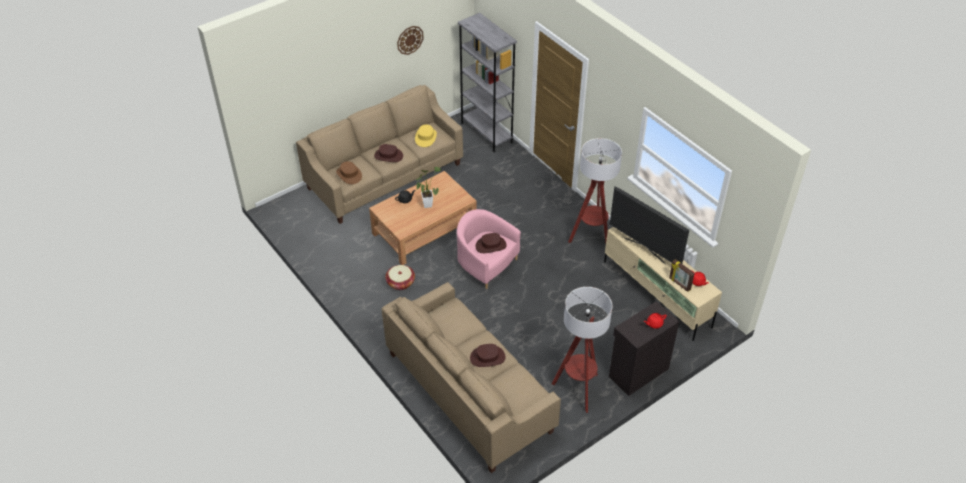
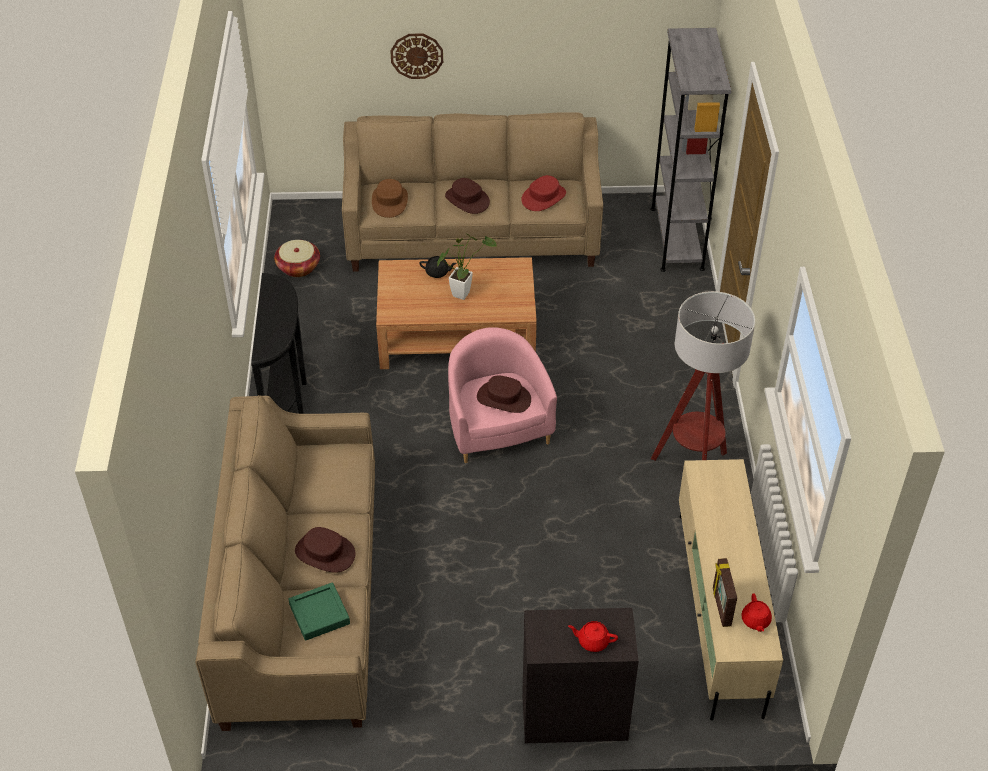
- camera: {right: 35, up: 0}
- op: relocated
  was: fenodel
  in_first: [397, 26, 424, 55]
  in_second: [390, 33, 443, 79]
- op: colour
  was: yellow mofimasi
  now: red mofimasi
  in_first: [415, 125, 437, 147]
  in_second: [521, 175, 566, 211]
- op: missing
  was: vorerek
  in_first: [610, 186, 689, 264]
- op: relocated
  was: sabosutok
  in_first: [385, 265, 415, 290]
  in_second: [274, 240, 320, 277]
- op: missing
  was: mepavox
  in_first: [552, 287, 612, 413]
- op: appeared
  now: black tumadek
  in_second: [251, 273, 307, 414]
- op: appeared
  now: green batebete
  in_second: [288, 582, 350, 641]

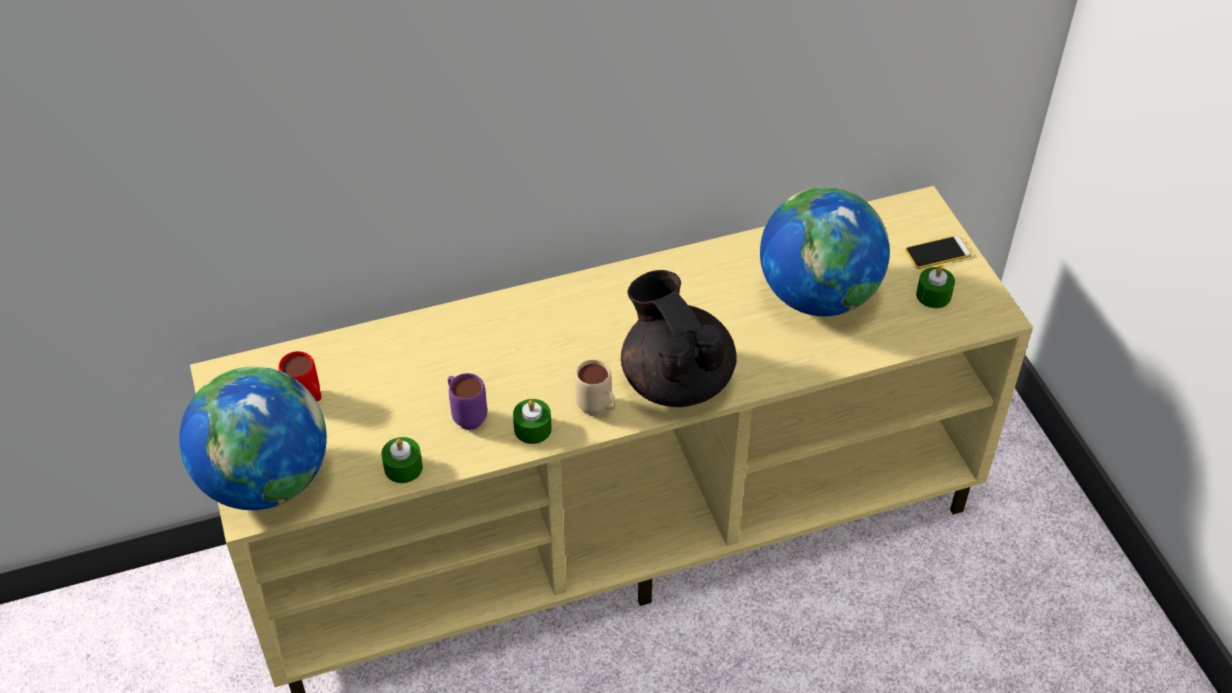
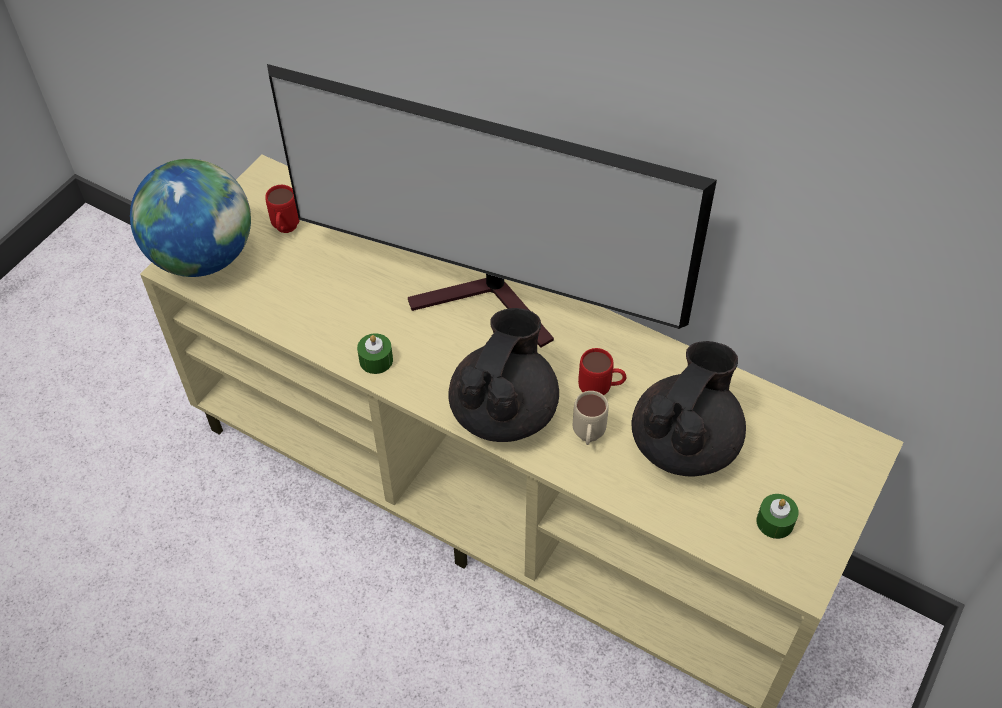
- camera: {right: 50, up: 5}
- op: exchanged
  was: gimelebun
  now: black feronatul
  in_first: [760, 187, 890, 316]
  in_second: [631, 341, 746, 476]
- op: missing
  was: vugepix
  in_first: [905, 236, 971, 269]
- op: relocated
  was: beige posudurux
  in_first: [575, 359, 616, 416]
  in_second: [573, 391, 609, 445]
- op: missing
  was: purple posudurux
  in_first: [448, 373, 487, 430]
- op: missing
  was: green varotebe
  in_first: [381, 437, 423, 483]
- op: appeared
  now: vorerek
  in_second: [267, 64, 717, 348]
- op: appeared
  now: red posudurux
  in_second: [578, 348, 626, 395]

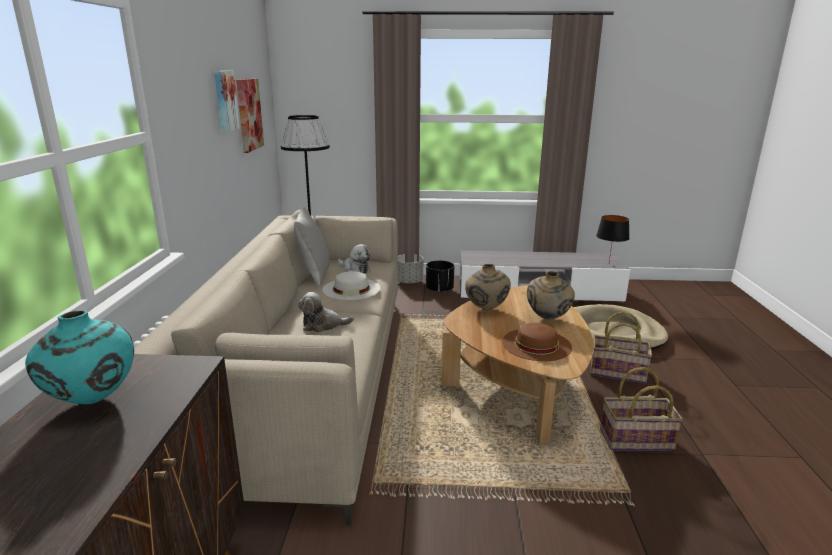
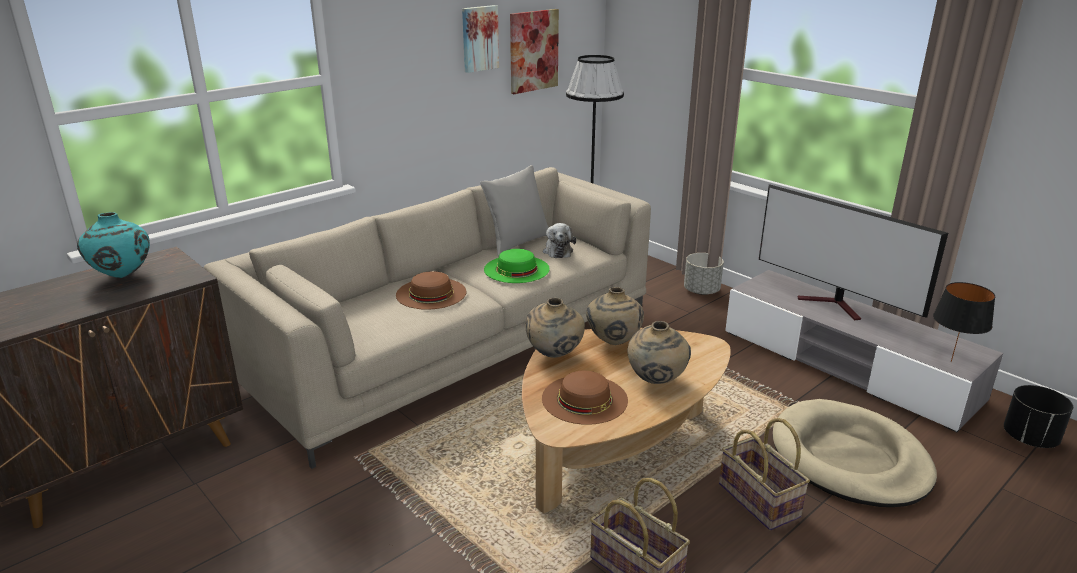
- camera: {right: 45, up: 5}
- op: relocated
  was: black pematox
  in_first: [426, 261, 454, 292]
  in_second: [1004, 385, 1073, 448]
- op: colour
  was: white mofimasi
  now: green mofimasi
  in_first: [322, 271, 381, 300]
  in_second: [484, 249, 550, 283]
- op: exchanged
  was: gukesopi
  now: brown mofimasi
  in_first: [298, 292, 354, 332]
  in_second: [396, 271, 466, 310]
- op: appeared
  now: vorerek
  in_second: [759, 184, 948, 320]
- op: appeared
  now: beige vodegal
  in_second: [525, 298, 585, 358]

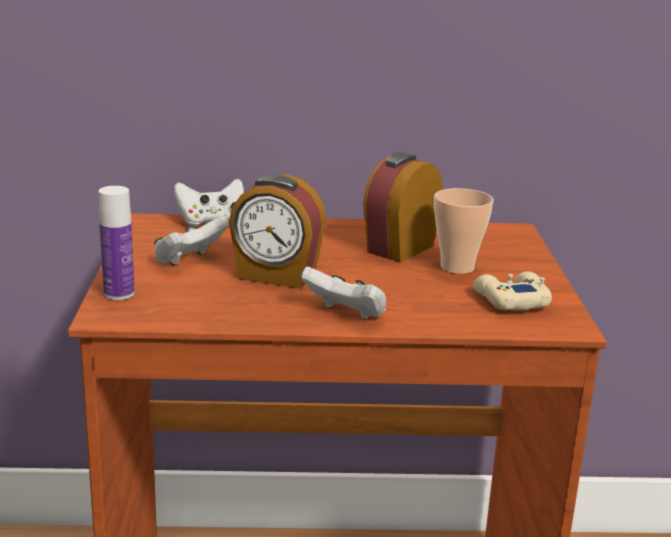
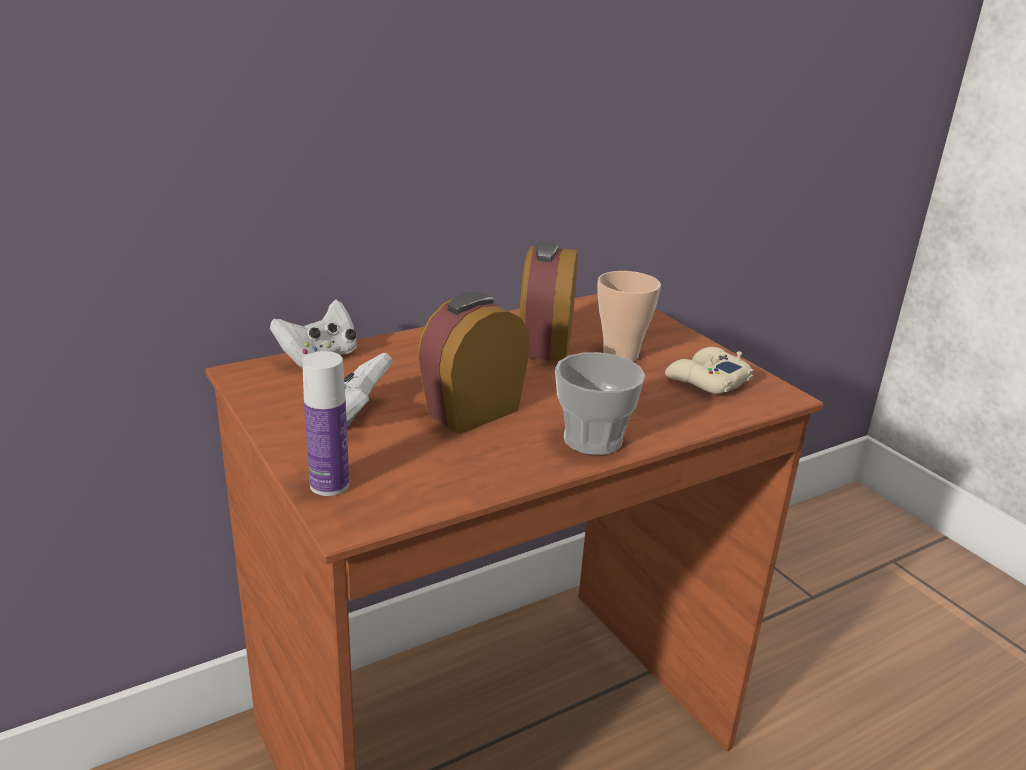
- camera: {right: -30, up: 5}
- op: spun
  was: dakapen
  in_first: [229, 174, 326, 289]
  in_second: [417, 292, 530, 435]
  clockwise: 150
- op: exchanged
  was: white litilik
  now: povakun
  in_first: [301, 266, 386, 320]
  in_second: [555, 352, 645, 455]

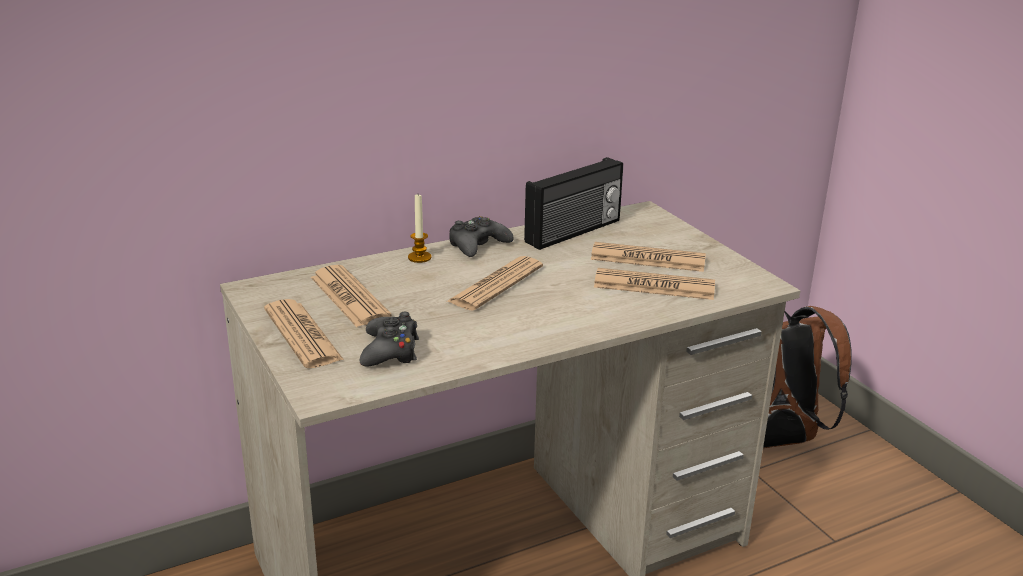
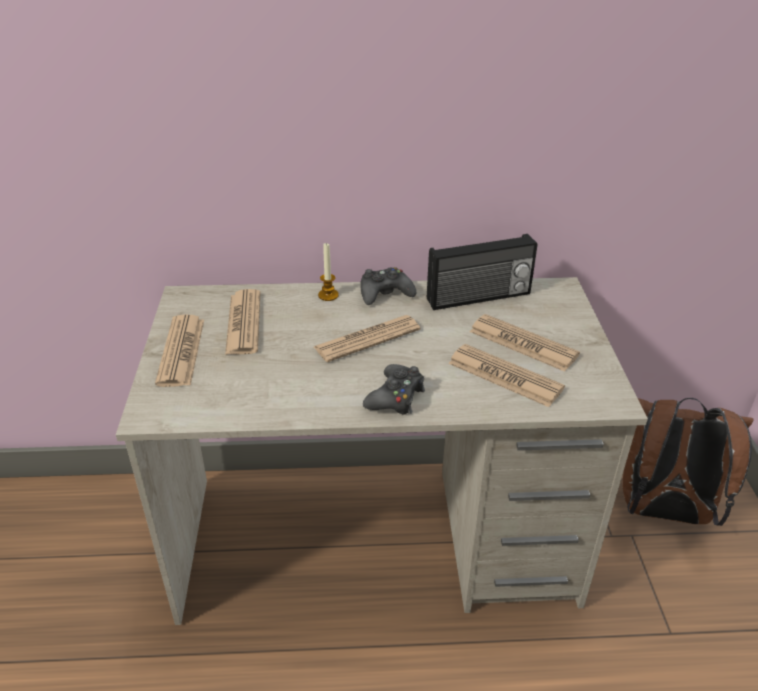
- camera: {right: 25, up: 10}
- op: relocated
  was: black litilik
  in_first: [360, 311, 419, 367]
  in_second: [363, 364, 425, 415]

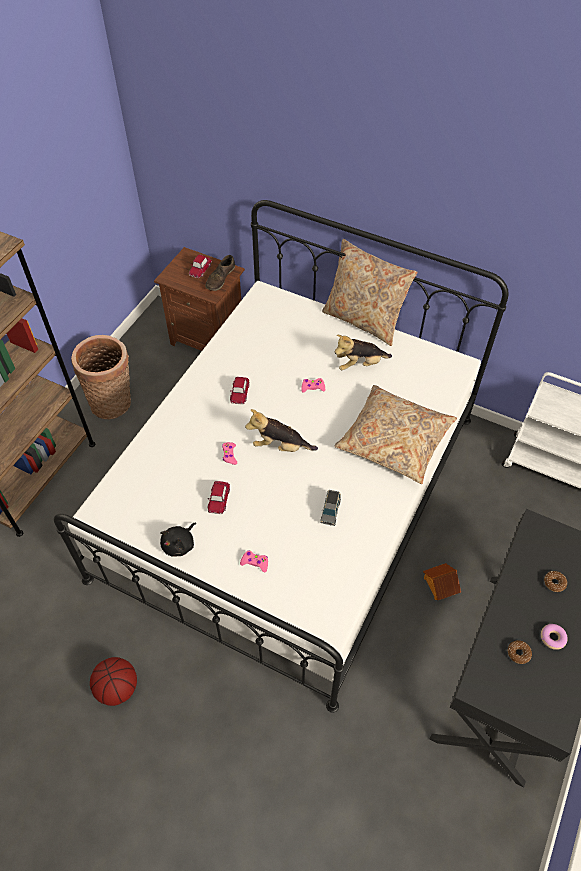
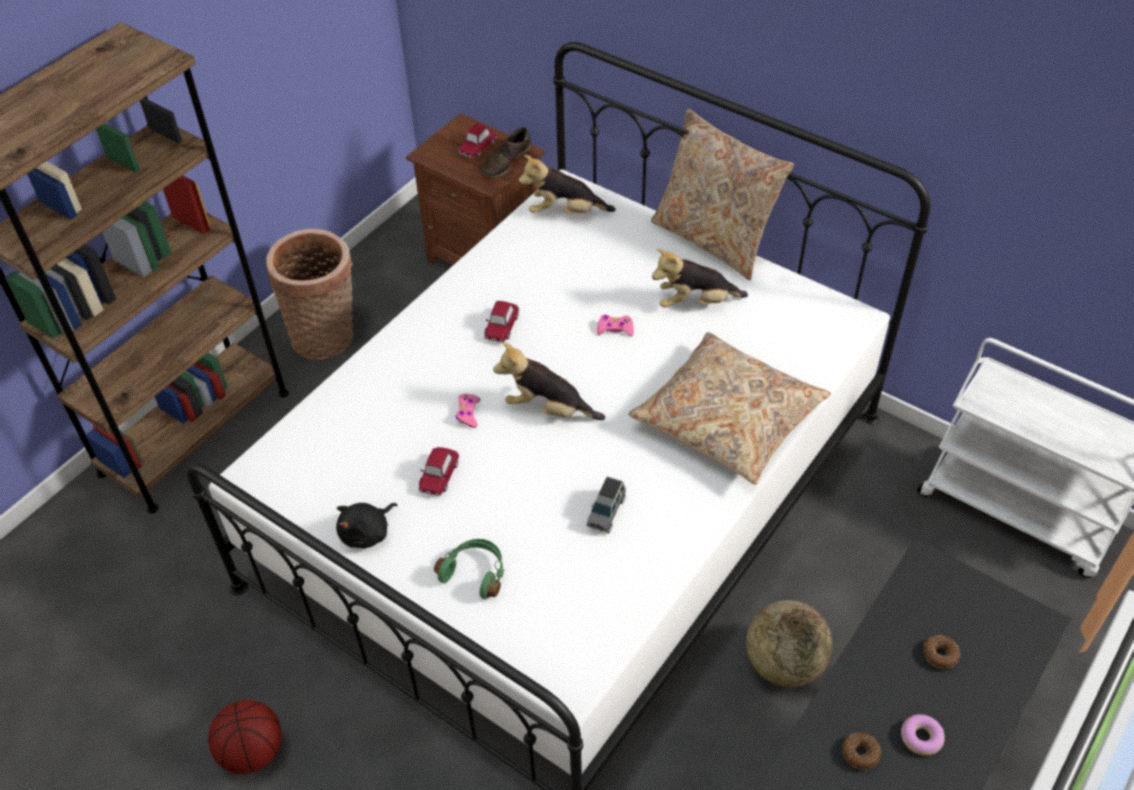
- camera: {right: 10, up: -5}
- op: exchanged
  was: pink litilik
  now: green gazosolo
  in_first: [240, 550, 268, 572]
  in_second: [434, 539, 504, 599]
- op: exchanged
  was: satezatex
  now: gimelebun
  in_first: [423, 563, 461, 600]
  in_second: [746, 600, 833, 687]
- op: appeared
  now: gukesopi
  in_second: [519, 155, 615, 213]

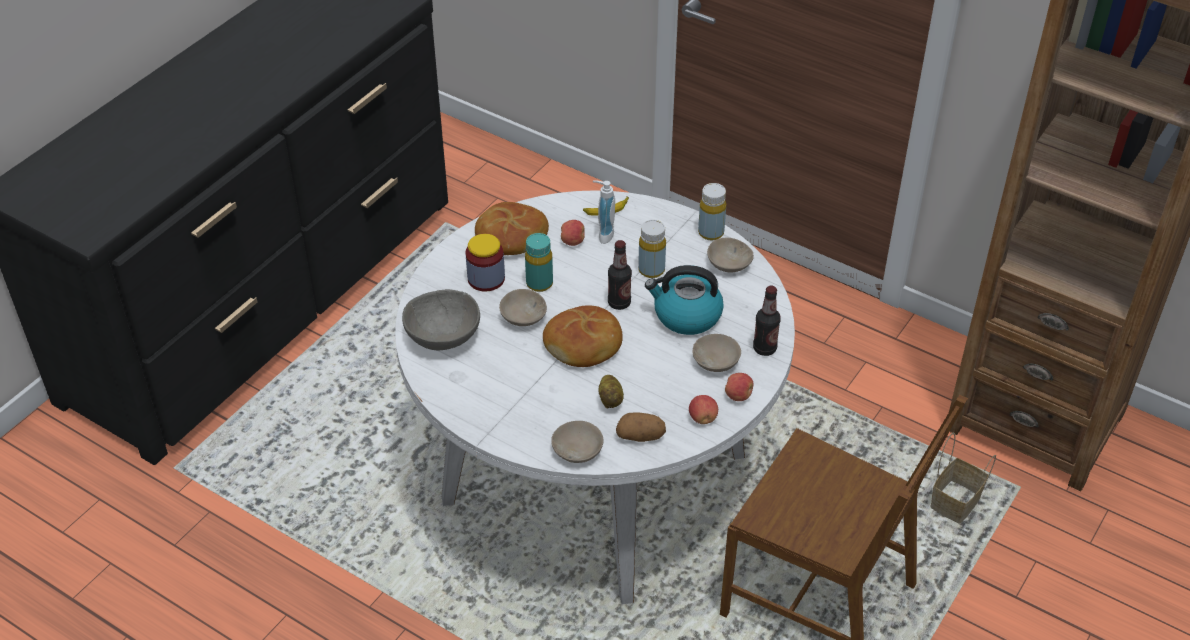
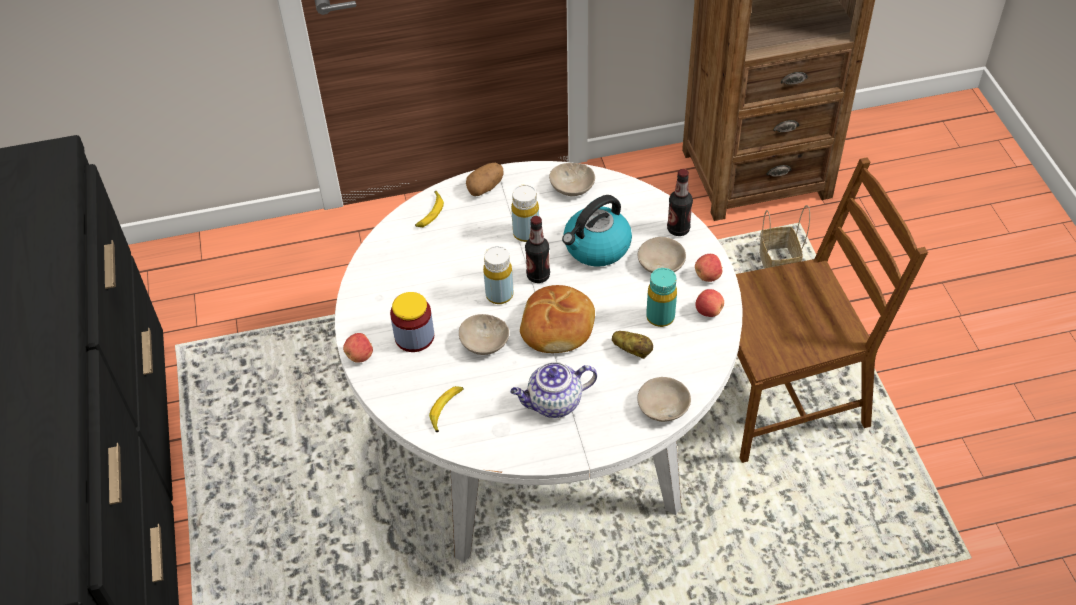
- camera: {right: -45, up: 5}
- op: missing
  was: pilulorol
  in_first: [593, 180, 615, 244]
- op: relocated
  was: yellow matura
  in_first: [698, 183, 726, 241]
  in_second: [483, 246, 513, 304]
- op: missing
  was: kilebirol
  in_first: [475, 202, 549, 255]
- op: relocated
  was: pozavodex
  in_first: [561, 220, 585, 246]
  in_second: [343, 333, 373, 363]
- op: relocated
  was: turquoise matura
  in_first: [525, 233, 553, 292]
  in_second: [646, 268, 677, 327]
- op: exchanged
  was: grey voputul
  now: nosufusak
  in_first: [402, 289, 480, 350]
  in_second: [429, 386, 464, 432]
- op: relocated
  was: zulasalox
  in_first: [616, 413, 666, 442]
  in_second: [466, 163, 504, 196]
- op: appeared
  now: feronatul
  in_second: [510, 362, 597, 418]

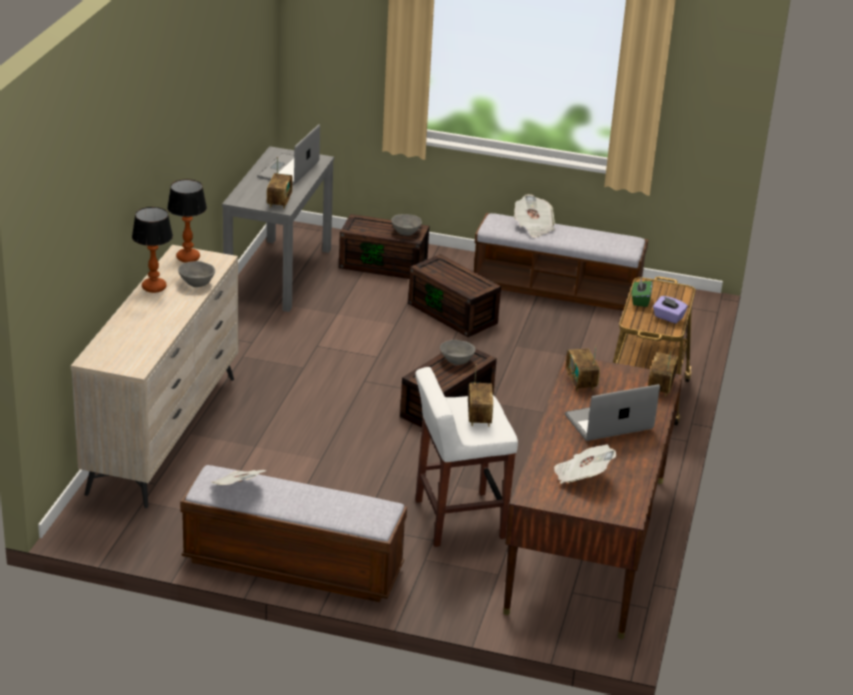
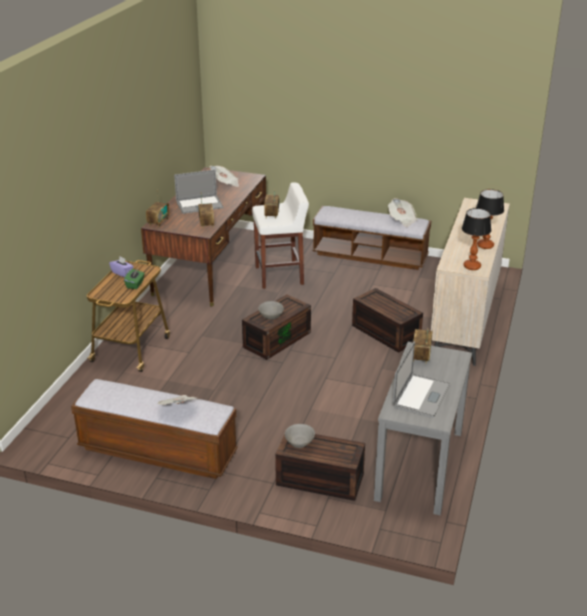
- camera: {right: -175, up: 0}
- op: relocated
  was: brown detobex
  in_first: [408, 254, 501, 337]
  in_second: [352, 288, 423, 353]
- op: missing
  was: grey voputul
  in_first: [178, 261, 215, 287]

